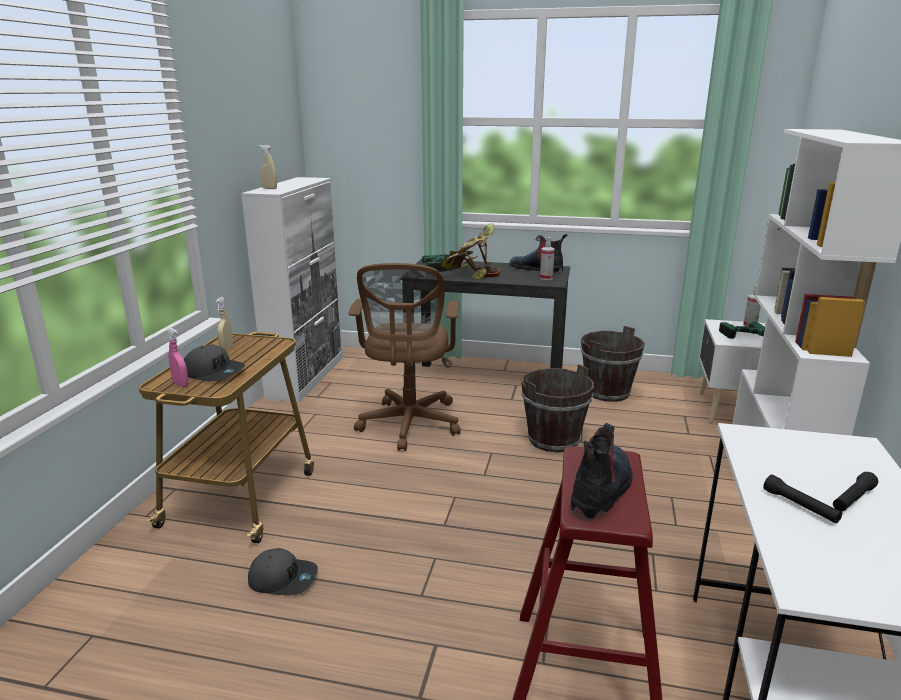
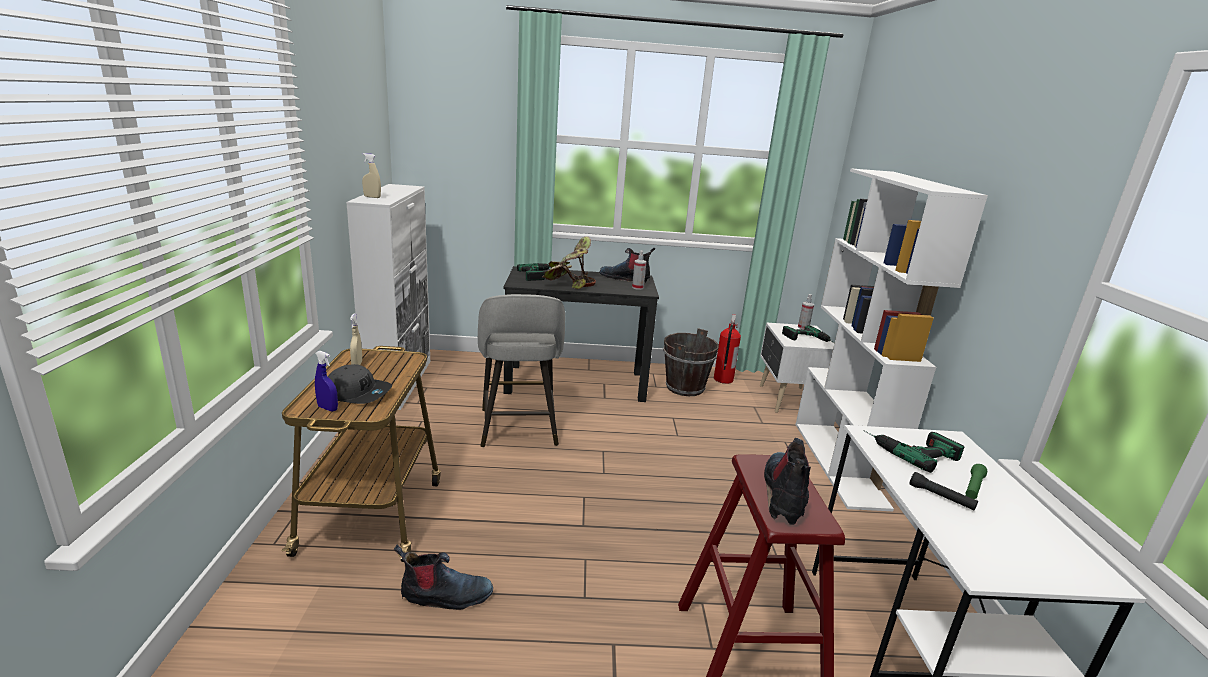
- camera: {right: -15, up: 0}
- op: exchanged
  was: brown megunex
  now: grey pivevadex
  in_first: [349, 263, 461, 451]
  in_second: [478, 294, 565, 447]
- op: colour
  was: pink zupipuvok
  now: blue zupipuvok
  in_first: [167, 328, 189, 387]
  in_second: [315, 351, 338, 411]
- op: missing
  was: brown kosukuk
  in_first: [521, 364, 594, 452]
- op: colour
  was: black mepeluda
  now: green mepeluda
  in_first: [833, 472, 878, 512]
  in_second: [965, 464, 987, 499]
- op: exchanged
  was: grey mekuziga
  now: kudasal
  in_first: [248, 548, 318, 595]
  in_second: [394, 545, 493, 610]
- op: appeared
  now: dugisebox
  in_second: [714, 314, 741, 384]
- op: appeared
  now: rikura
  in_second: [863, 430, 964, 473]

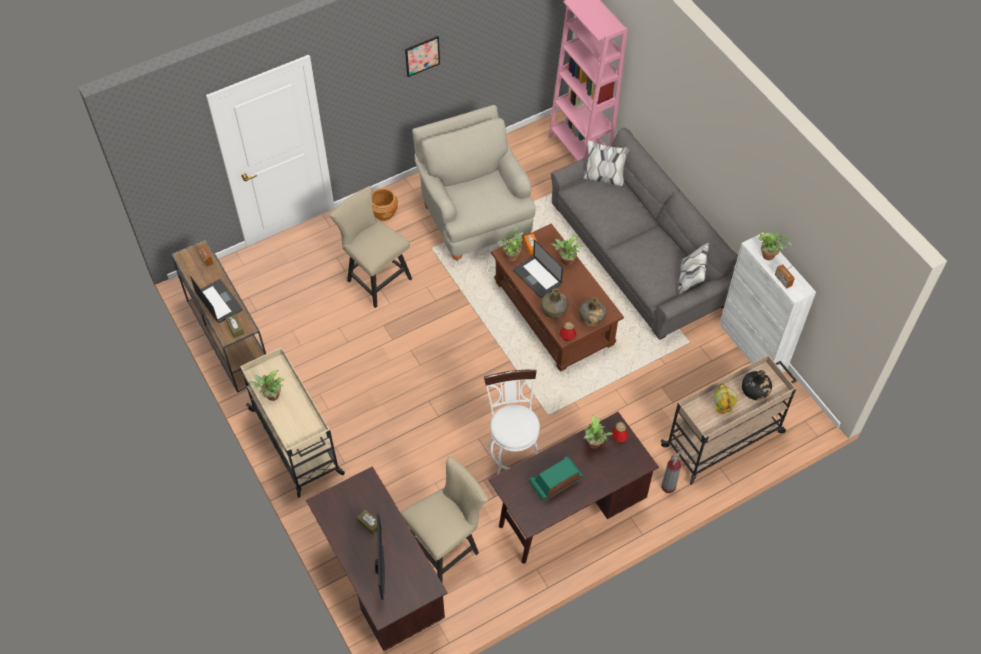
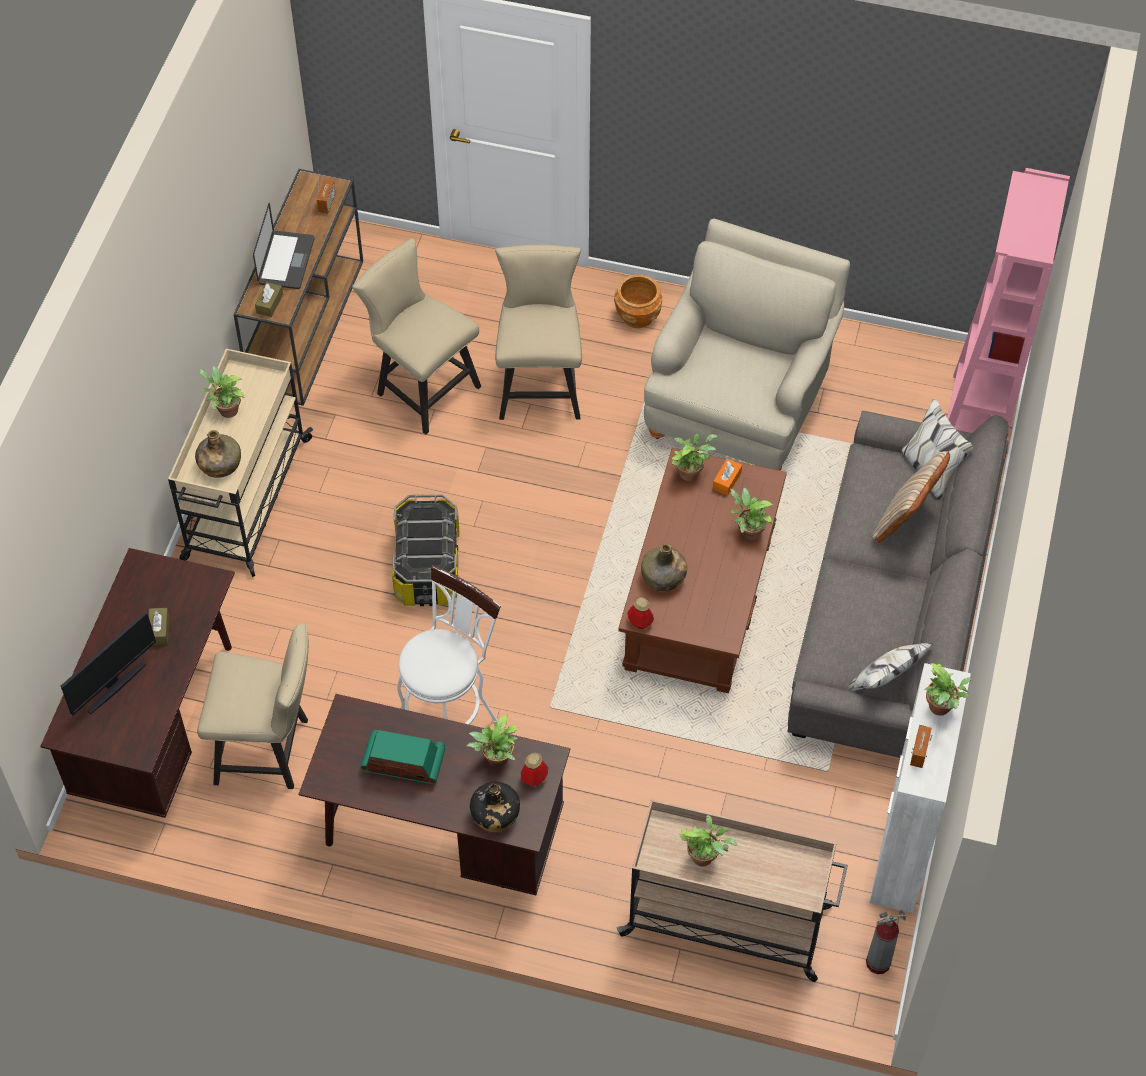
- camera: {right: 45, up: 0}
- op: missing
  was: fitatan
  in_first: [405, 36, 440, 77]
- op: missing
  was: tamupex
  in_first: [513, 240, 563, 298]
- op: relocated
  was: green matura
  in_first: [579, 297, 607, 327]
  in_second: [195, 430, 241, 478]
- op: relocated
  was: black matura
  in_first: [742, 370, 772, 400]
  in_second: [470, 782, 520, 832]
- op: exchanged
  was: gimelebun
  now: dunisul
  in_first: [714, 383, 737, 414]
  in_second: [679, 815, 737, 867]
- op: relocated
  was: dugisebox
  in_first: [661, 449, 683, 493]
  in_second: [866, 910, 907, 974]
- op: appeared
  now: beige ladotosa
  in_second: [352, 238, 481, 435]
- op: appeared
  now: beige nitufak
  in_second: [872, 451, 950, 543]
- op: appeared
  now: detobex
  in_second: [392, 494, 459, 606]

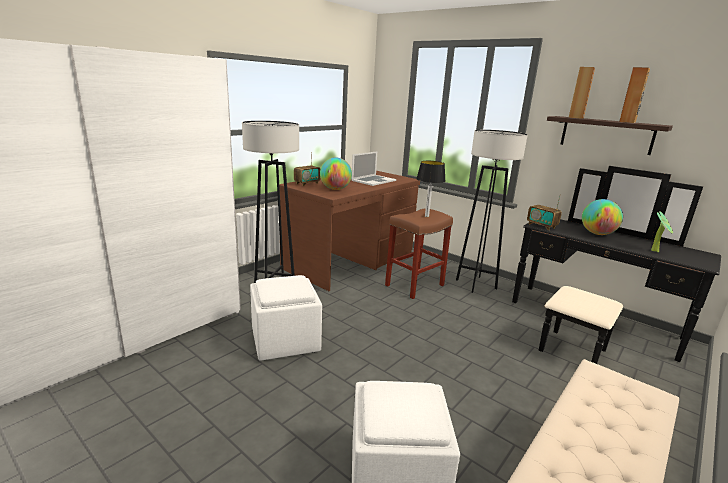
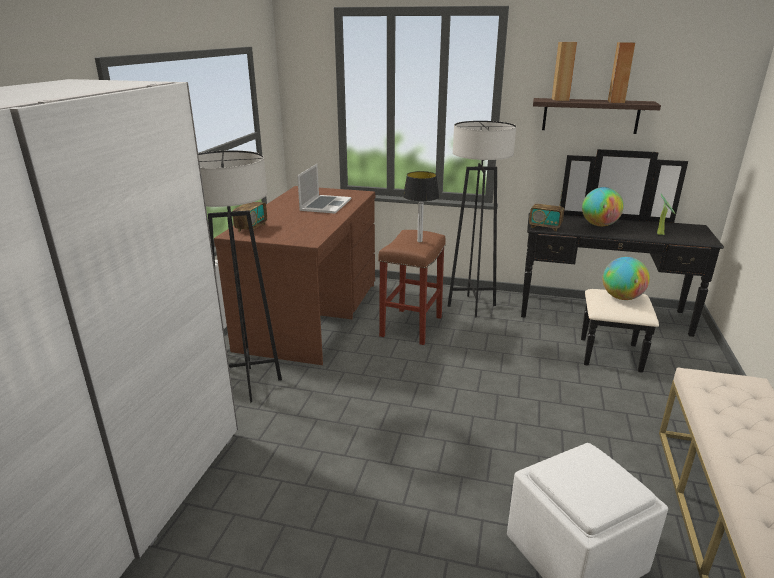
- camera: {right: -25, up: 5}
- op: relocated
  was: gimelebun
  in_first: [320, 157, 352, 190]
  in_second: [603, 257, 650, 300]
- op: missing
  was: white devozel
  in_first: [250, 275, 322, 361]

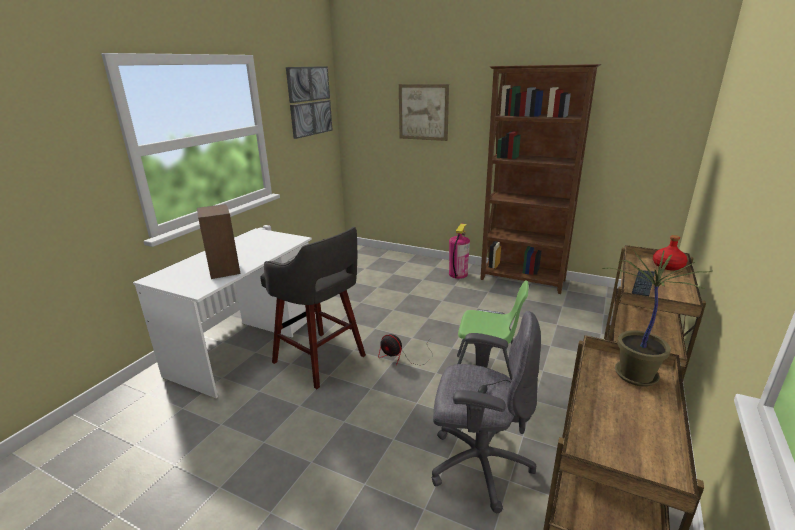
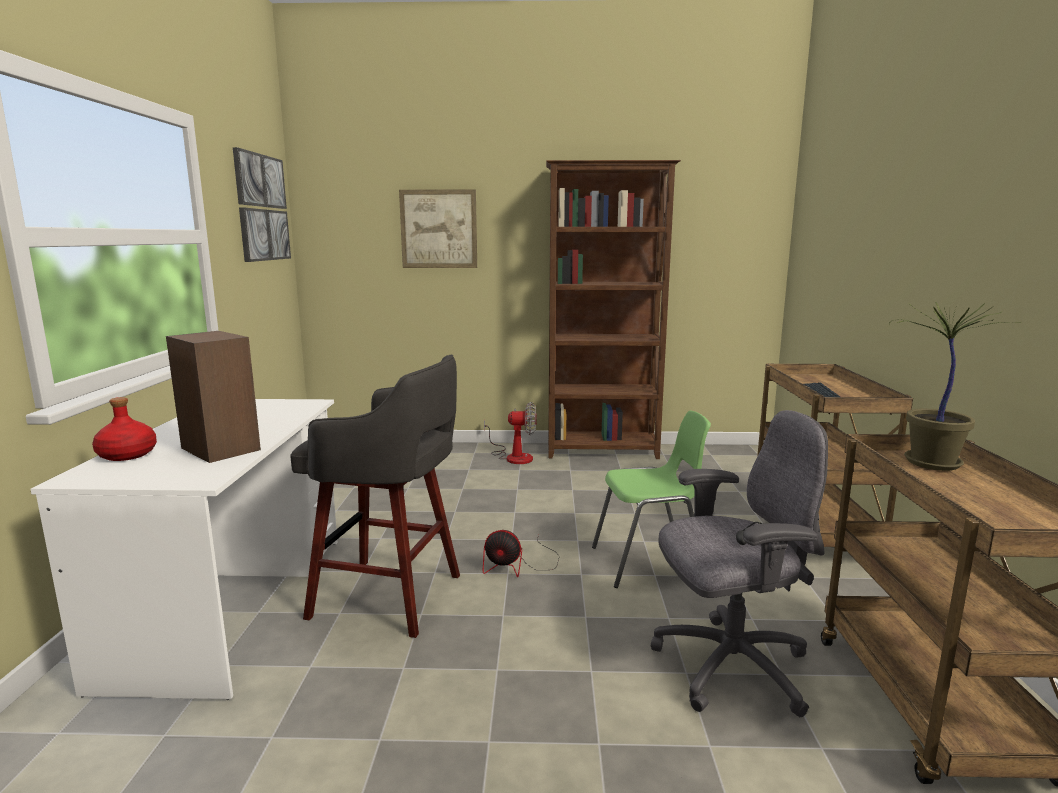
- camera: {right: -25, up: -10}
- op: exchanged
  was: dugisebox
  now: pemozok
  in_first: [449, 223, 470, 279]
  in_second: [484, 402, 537, 464]
- op: relocated
  was: red matura
  in_first: [653, 235, 687, 270]
  in_second: [92, 397, 157, 461]

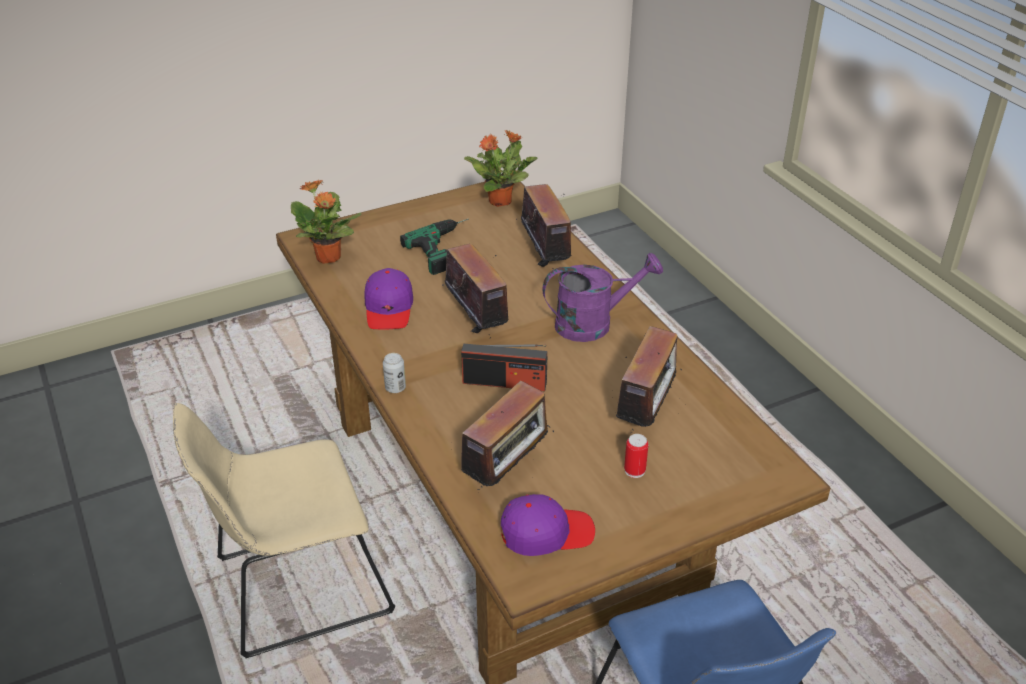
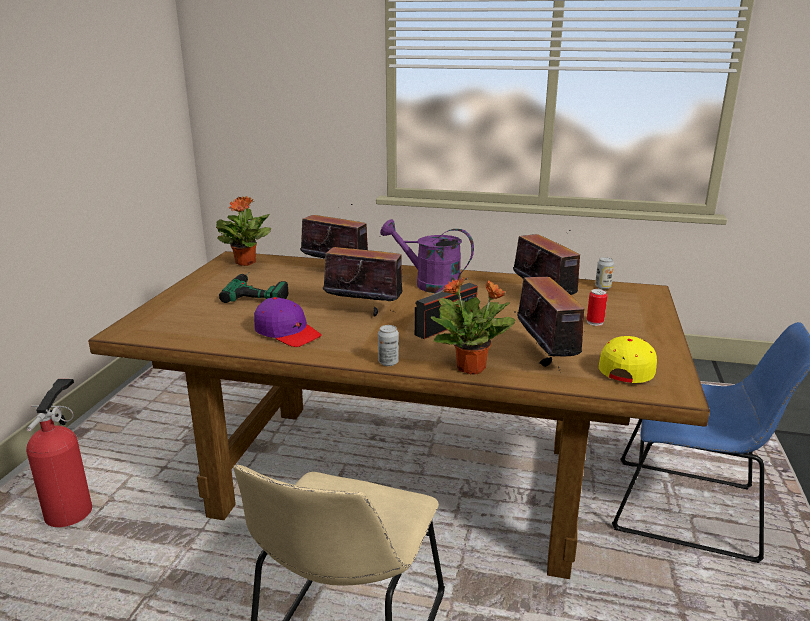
- camera: {right: -50, up: -15}
- op: relocated
  was: dunisul
  in_first: [291, 180, 361, 264]
  in_second: [431, 276, 515, 375]
- op: spun
  was: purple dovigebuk
  in_first: [542, 253, 663, 342]
  in_second: [380, 219, 474, 293]
  clockwise: -90
- op: colour
  was: purple mekuziga
  now: yellow mekuziga
  in_first: [501, 494, 595, 556]
  in_second: [599, 336, 657, 383]
- op: appeared
  now: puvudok
  in_second: [595, 257, 614, 289]
- op: appeared
  now: dugisebox
  in_second: [26, 379, 92, 527]

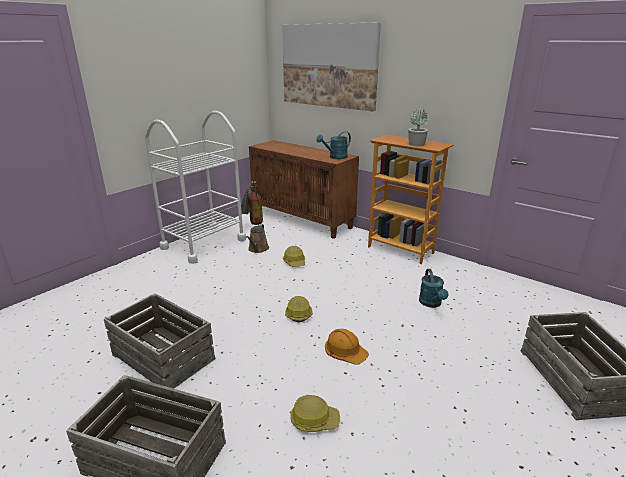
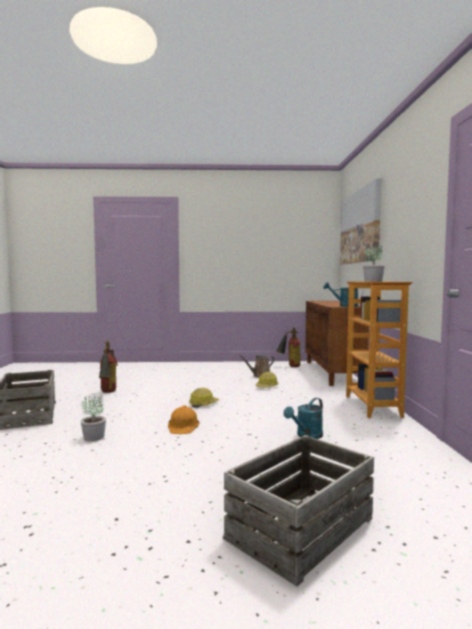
- camera: {right: 50, up: -20}
- op: missing
  was: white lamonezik
  in_first: [145, 111, 246, 264]
- op: exchanged
  was: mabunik
  now: dugisebox
  in_first: [104, 293, 216, 389]
  in_second: [99, 341, 118, 393]
- op: exchanged
  was: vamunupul
  now: dunisul
  in_first: [290, 395, 340, 432]
  in_second: [81, 395, 106, 441]

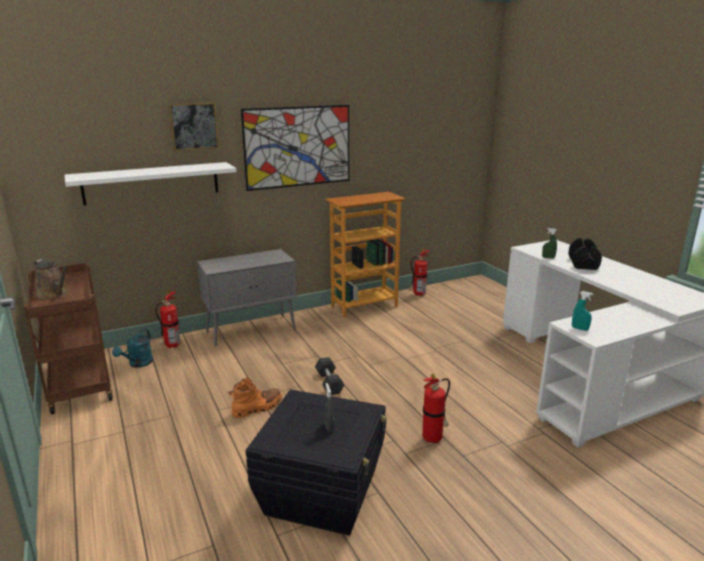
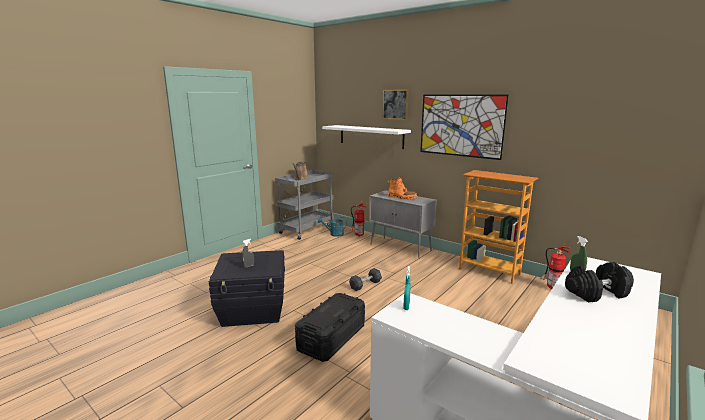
- camera: {right: 65, up: -5}
- op: colour
  was: brown lamonezik
  now: grey lamonezik
  in_first: [24, 263, 113, 414]
  in_second: [275, 170, 334, 240]
- op: exchanged
  was: dugisebox
  now: black detobex
  in_first: [422, 373, 450, 443]
  in_second: [295, 293, 365, 362]
- op: relocated
  was: orange kudasal
  in_first: [228, 377, 282, 418]
  in_second: [387, 177, 418, 200]

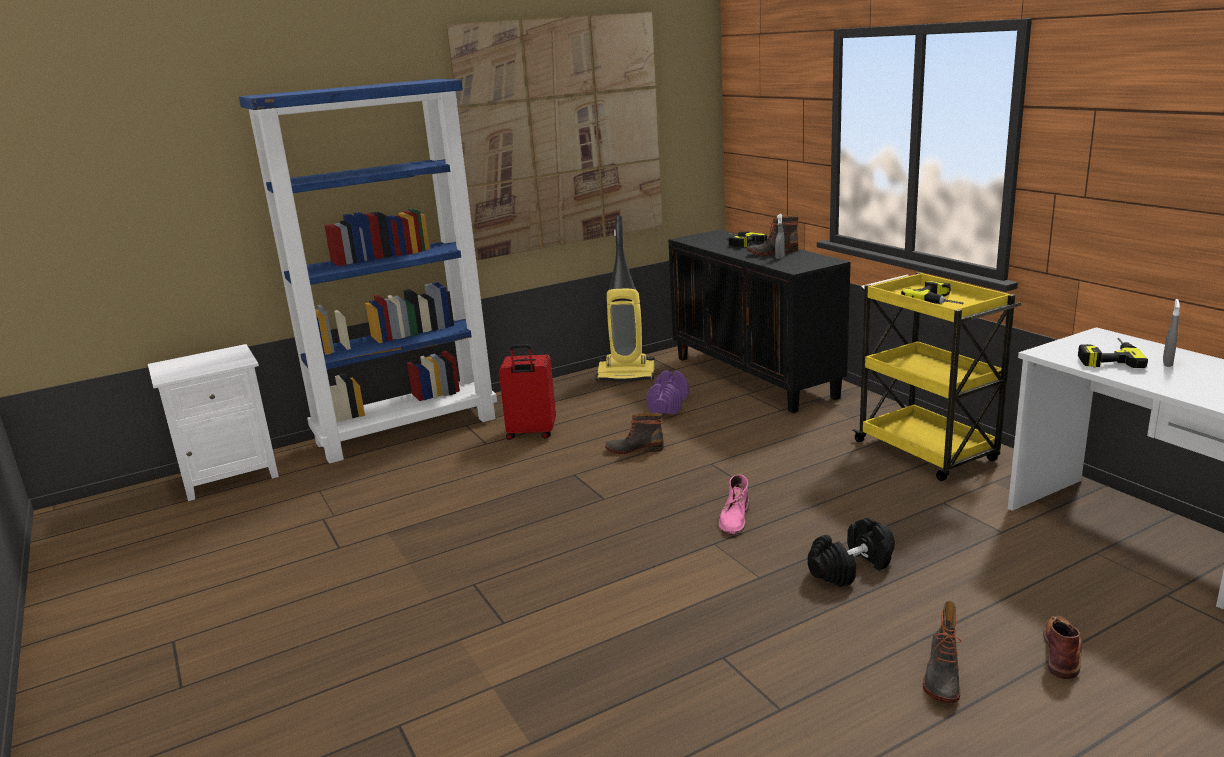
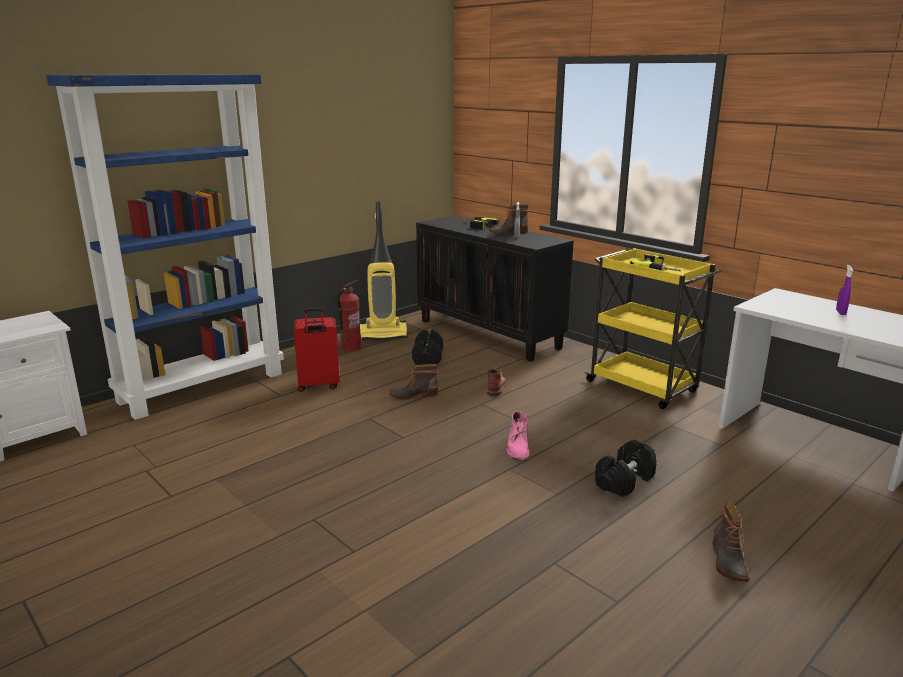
- camera: {right: -15, up: 0}
- op: missing
  was: fitatan
  in_first: [446, 12, 662, 261]
- op: colour
  was: grey zupipuvok
  now: purple zupipuvok
  in_first: [1163, 299, 1180, 367]
  in_second: [836, 265, 853, 315]
- op: missing
  was: rikura
  in_first: [1078, 338, 1148, 368]
- op: colour
  was: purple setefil
  now: black setefil
  in_first: [646, 370, 689, 414]
  in_second: [412, 329, 443, 365]
- op: relocated
  was: brown kudasal
  in_first: [1043, 616, 1083, 679]
  in_second: [487, 368, 506, 396]
- op: appeared
  now: dugisebox
  in_second: [337, 280, 361, 352]

